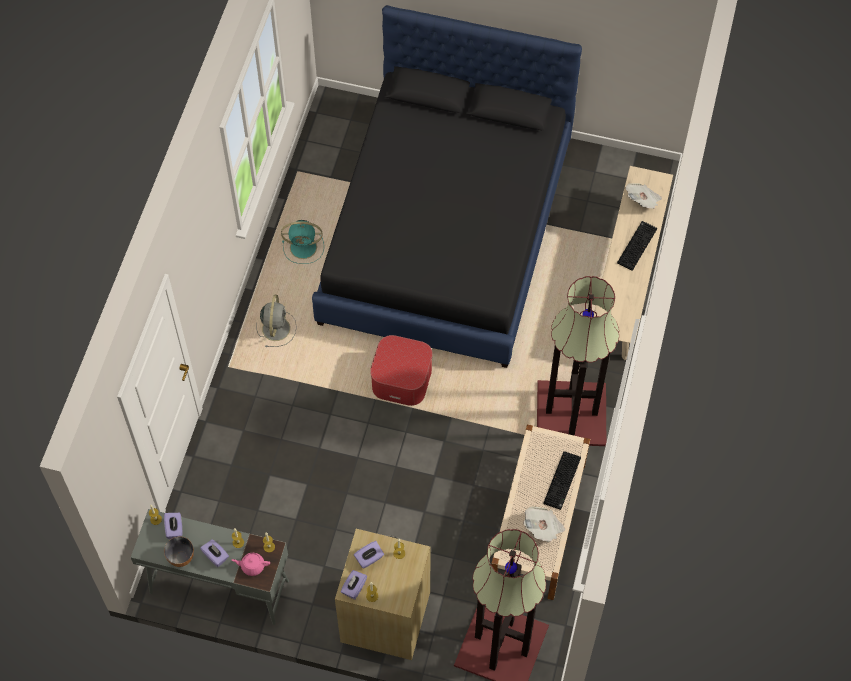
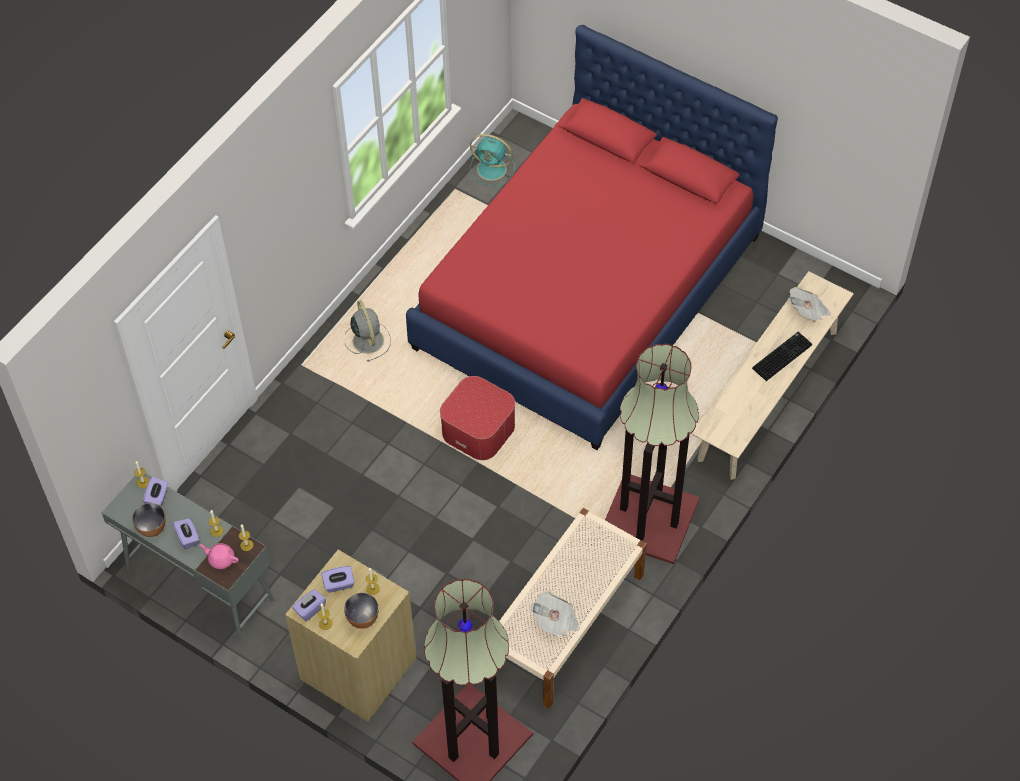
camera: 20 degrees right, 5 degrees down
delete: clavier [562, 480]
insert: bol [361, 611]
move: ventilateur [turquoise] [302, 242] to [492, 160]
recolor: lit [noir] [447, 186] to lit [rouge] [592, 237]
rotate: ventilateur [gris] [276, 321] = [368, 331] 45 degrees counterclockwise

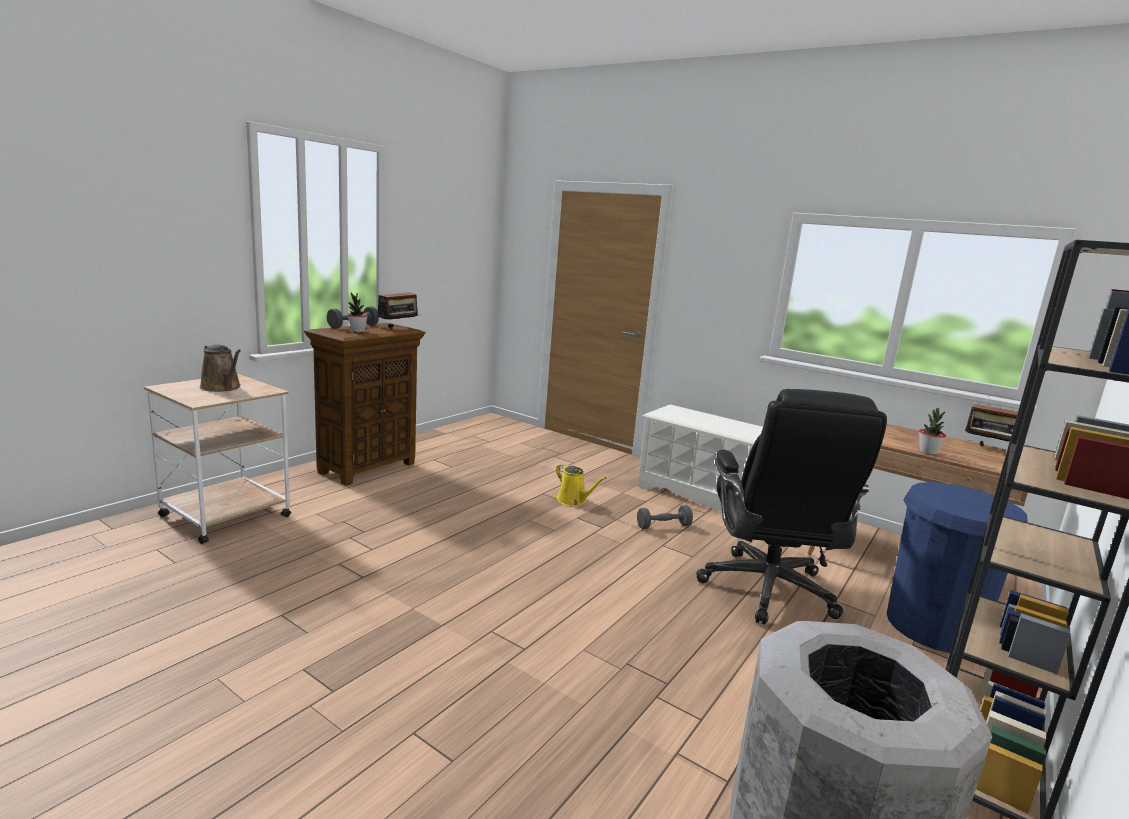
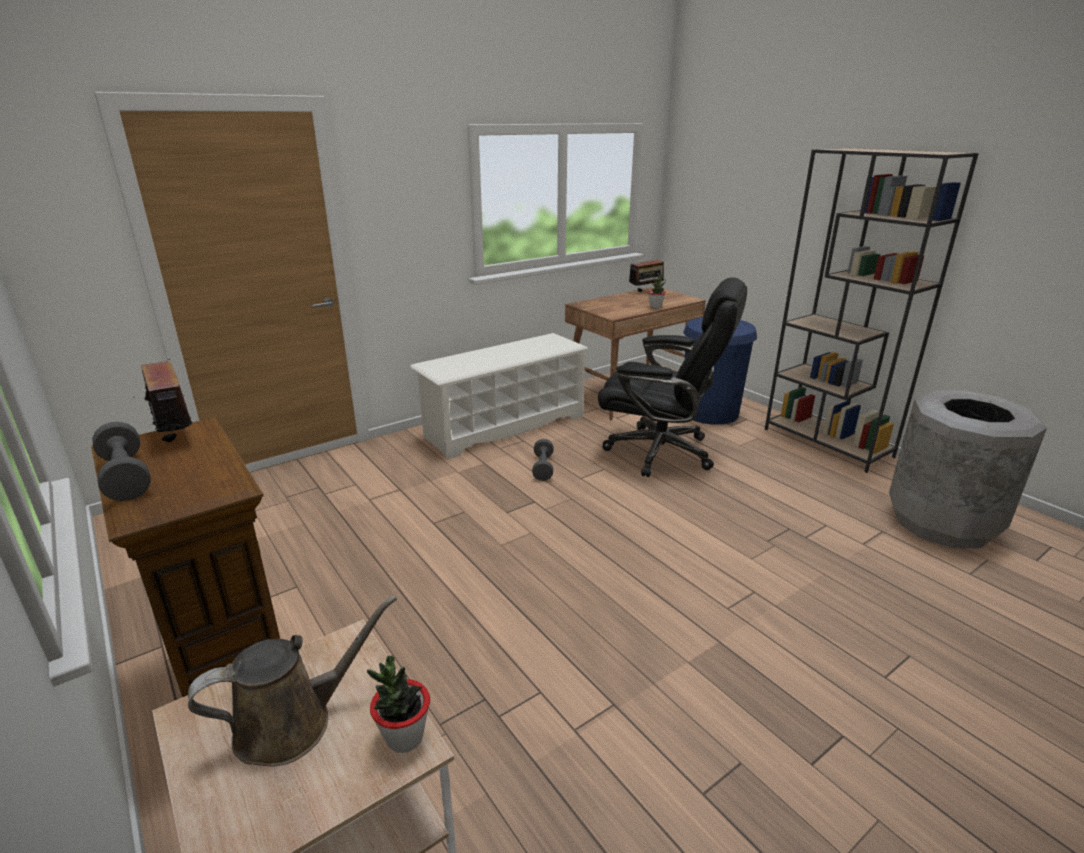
camera: 70 degrees left, 10 degrees up
delete: arrosoir [jaune] [581, 485]
move: plante en pot [357, 312] to [398, 704]

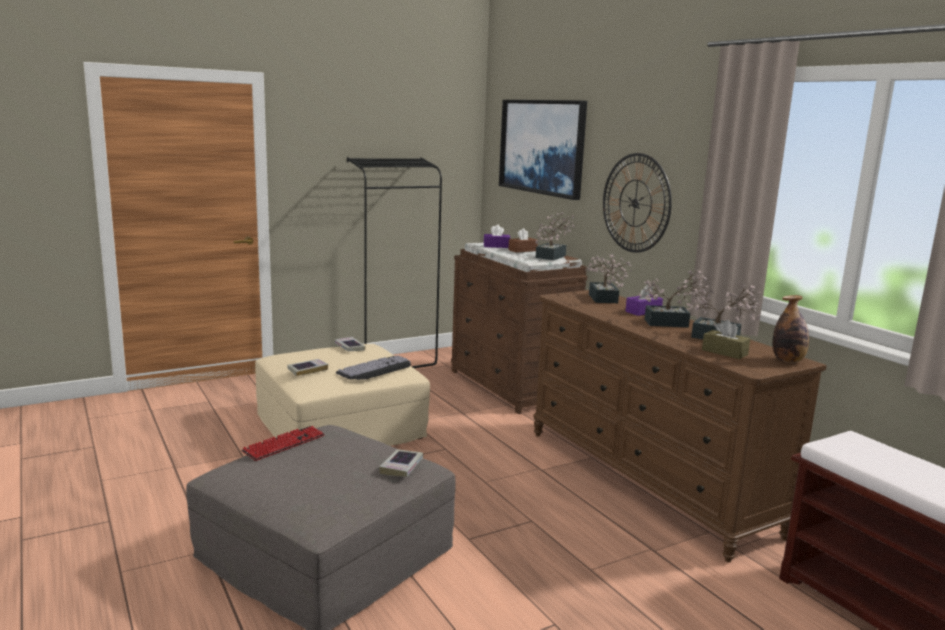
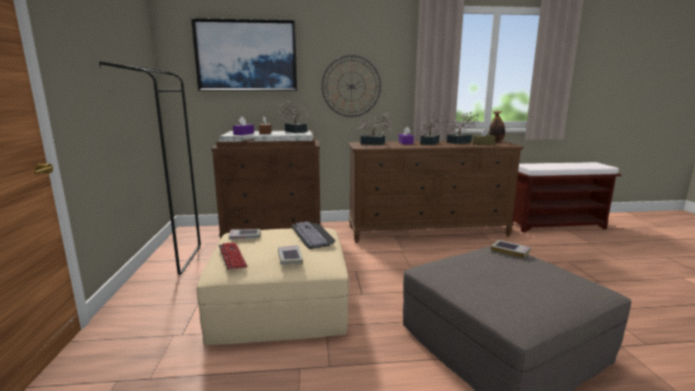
camera: 65 degrees left, 0 degrees up
move: clavier [283, 443] to [233, 255]

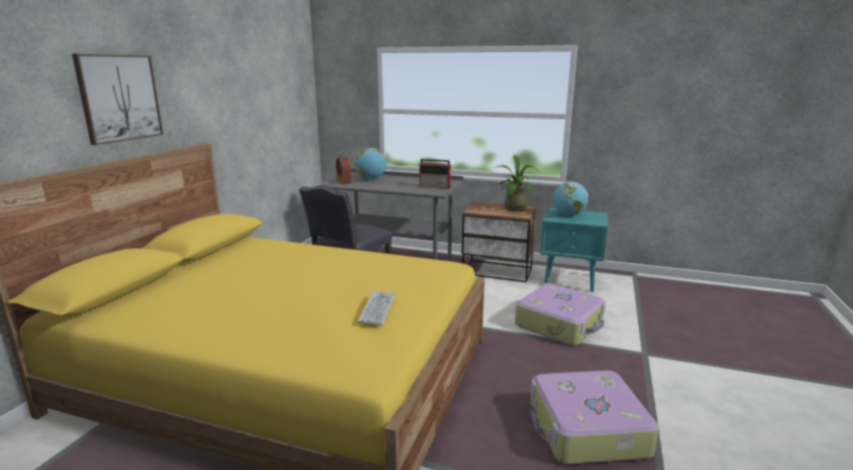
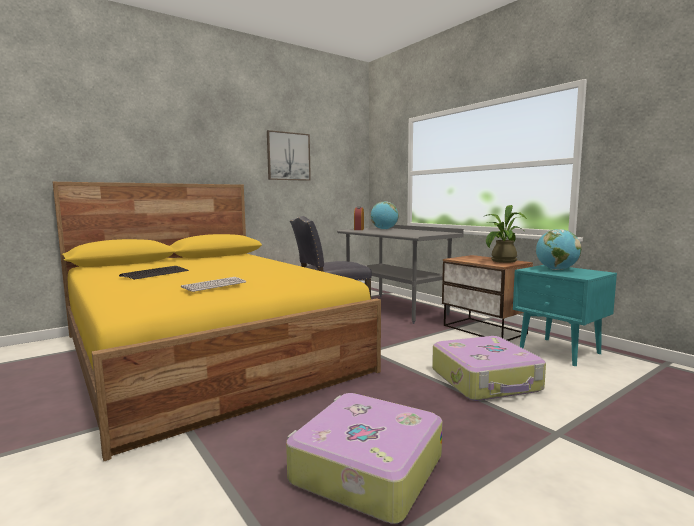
camera: 35 degrees right, 10 degrees down
delete: radio [435, 174]
insert: clavier [154, 273]
move: tableau [118, 99] to [289, 155]

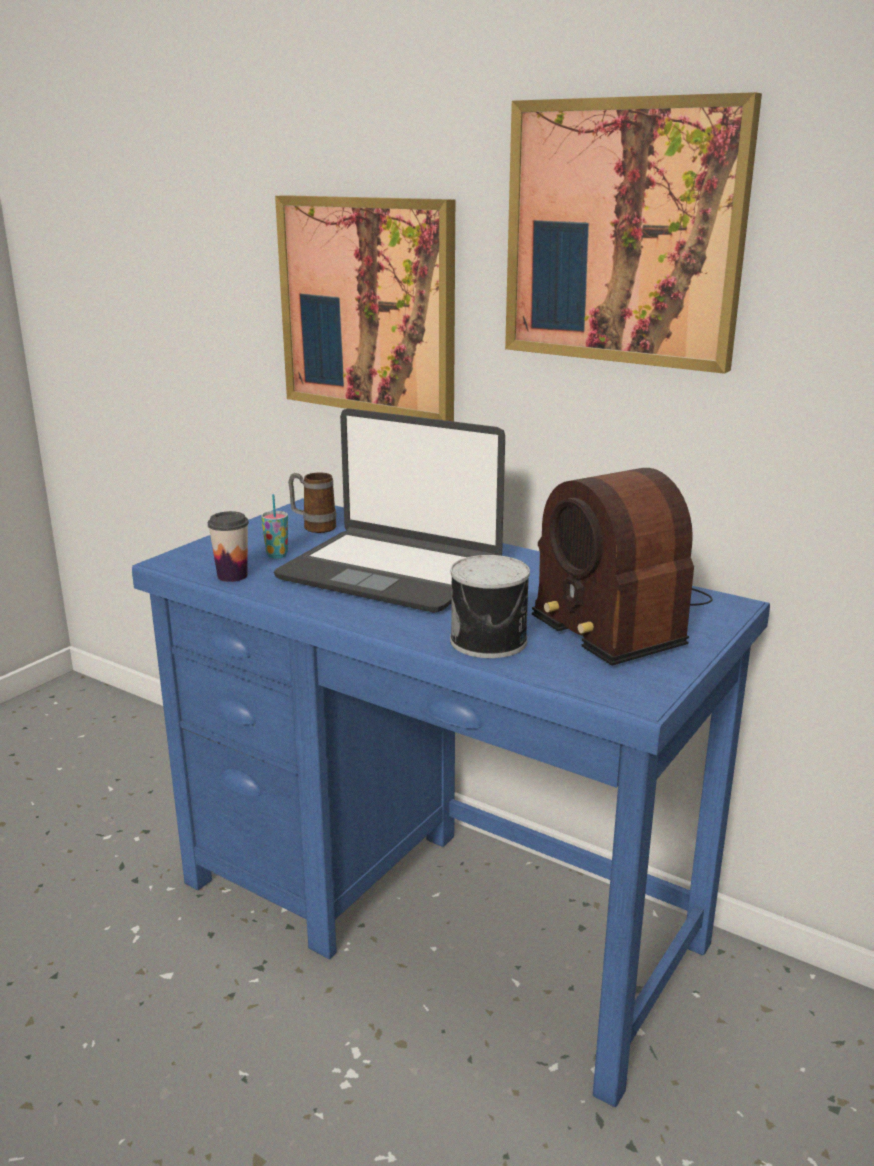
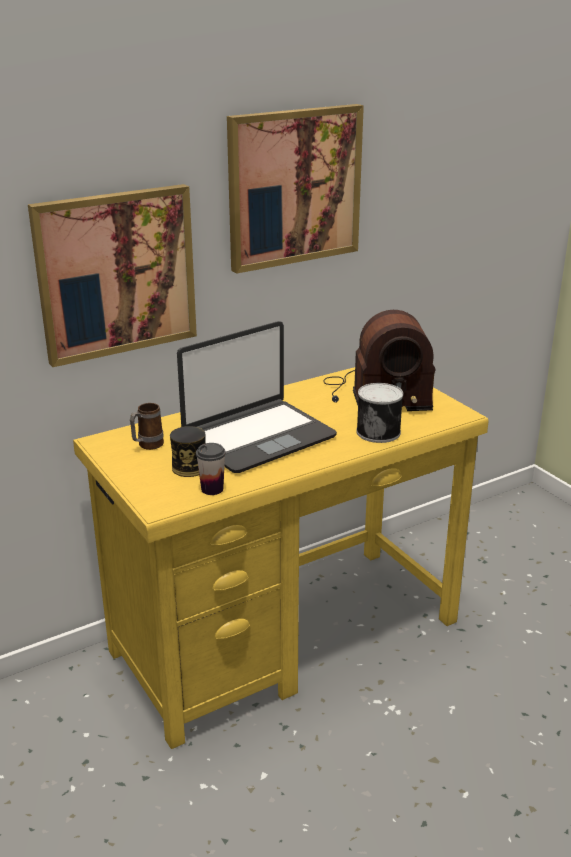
camera: 65 degrees left, 5 degrees up
replace: tasse [274, 526] to boîte métallique [188, 451]
recolor: bureau [bleu] [451, 802] to bureau [jaune] [280, 558]

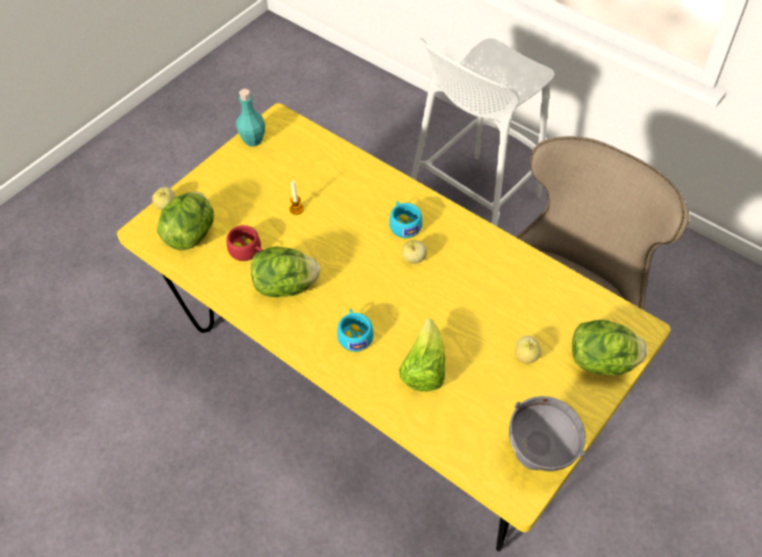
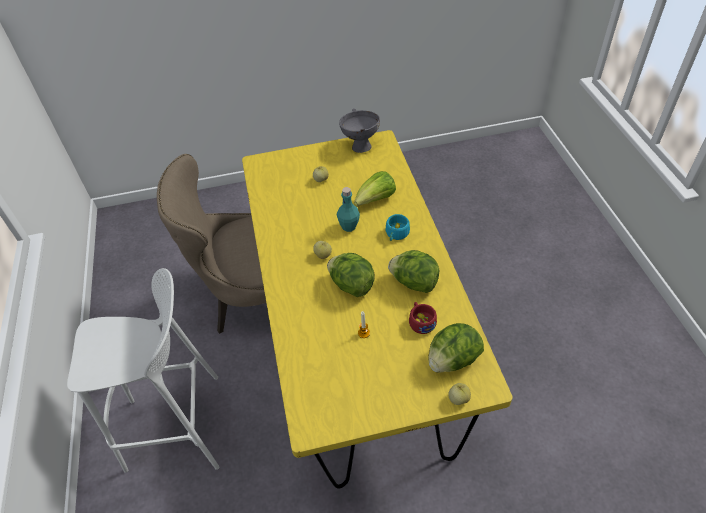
camera: 140 degrees left, 5 degrees down
delete: tasse [turquoise] [406, 219]
move: laitue [609, 347] to [351, 275]; bouteille [turquoise] [250, 118] to [348, 209]

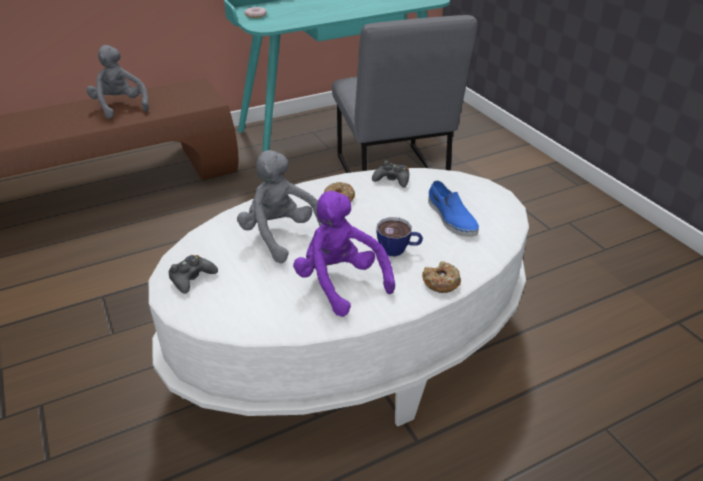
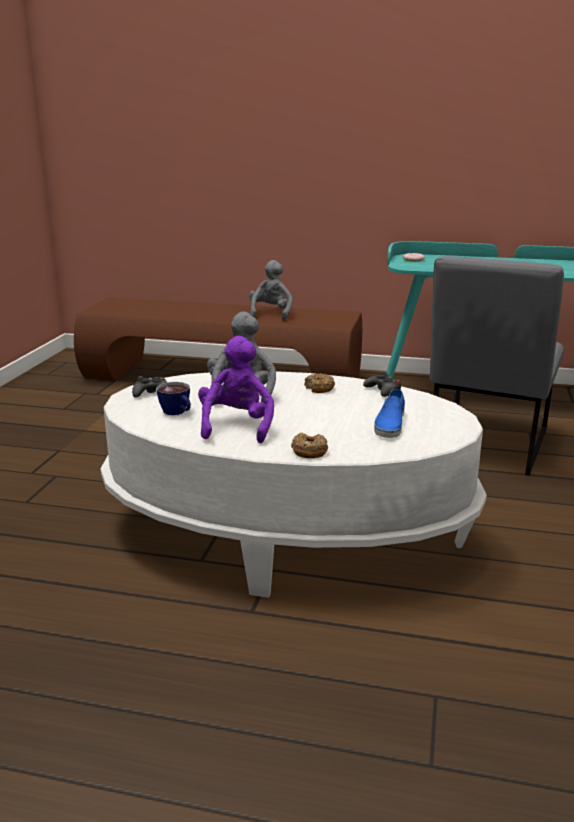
camera: 40 degrees right, 15 degrees down
move: tasse [399, 236] to [173, 398]

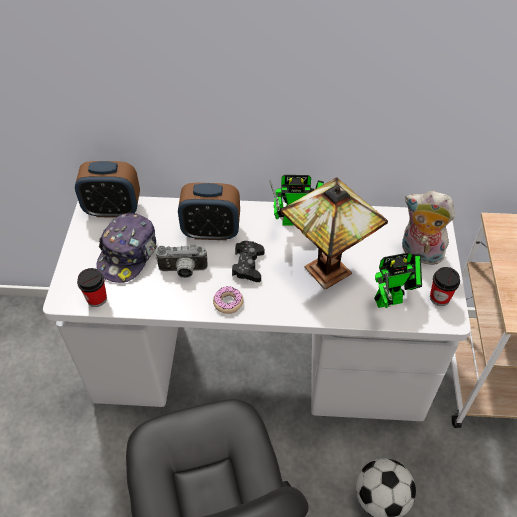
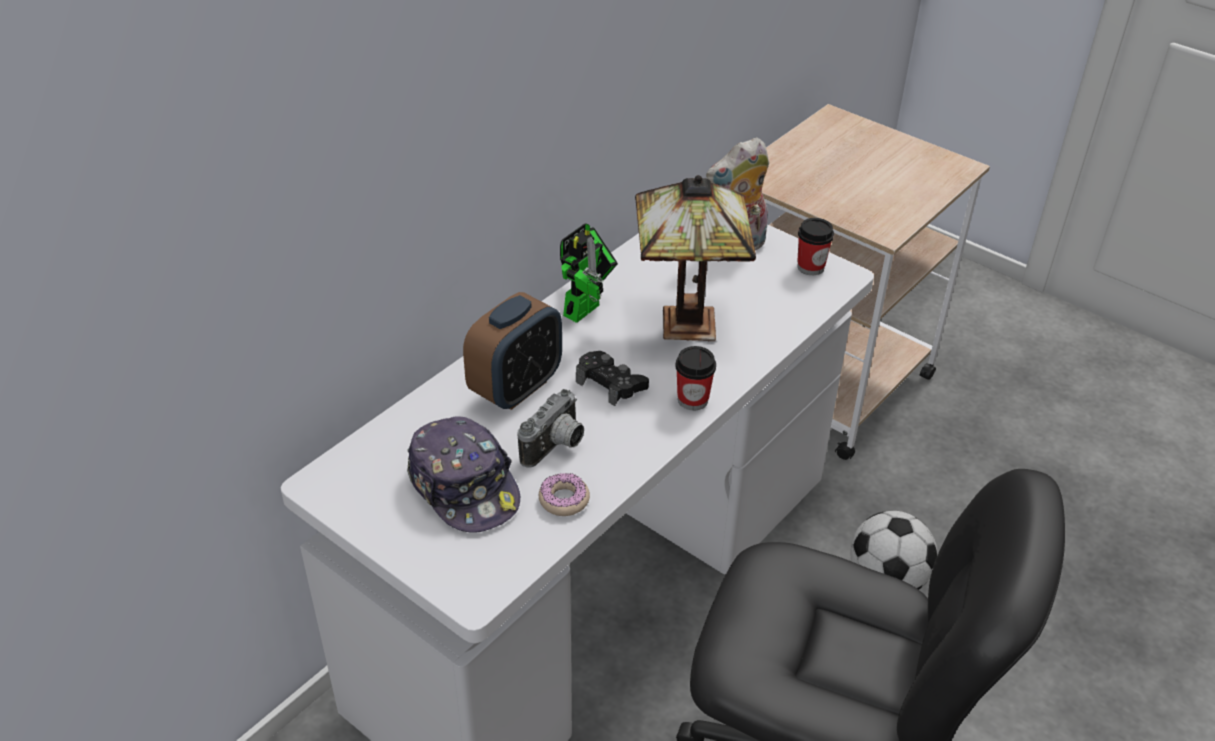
camera: 55 degrees left, 10 degrees down
delete: réveil [107, 189]; robot jouet [398, 280]
move: beignet [228, 300] to [564, 494]; tasse [92, 287] to [695, 378]

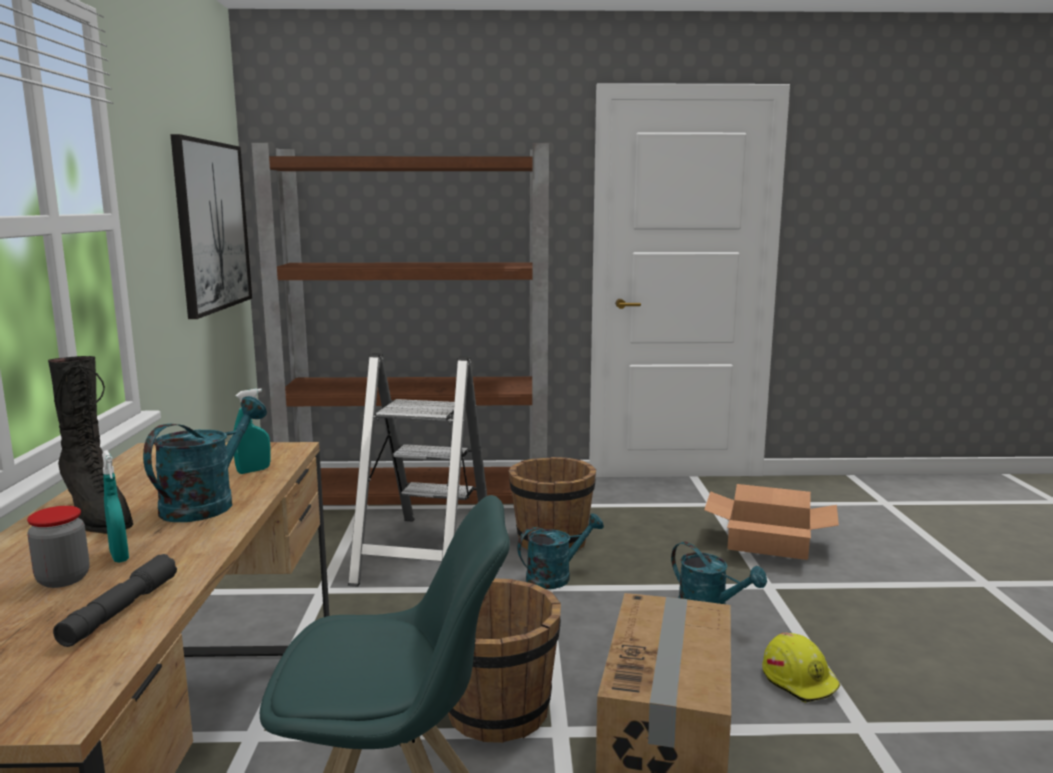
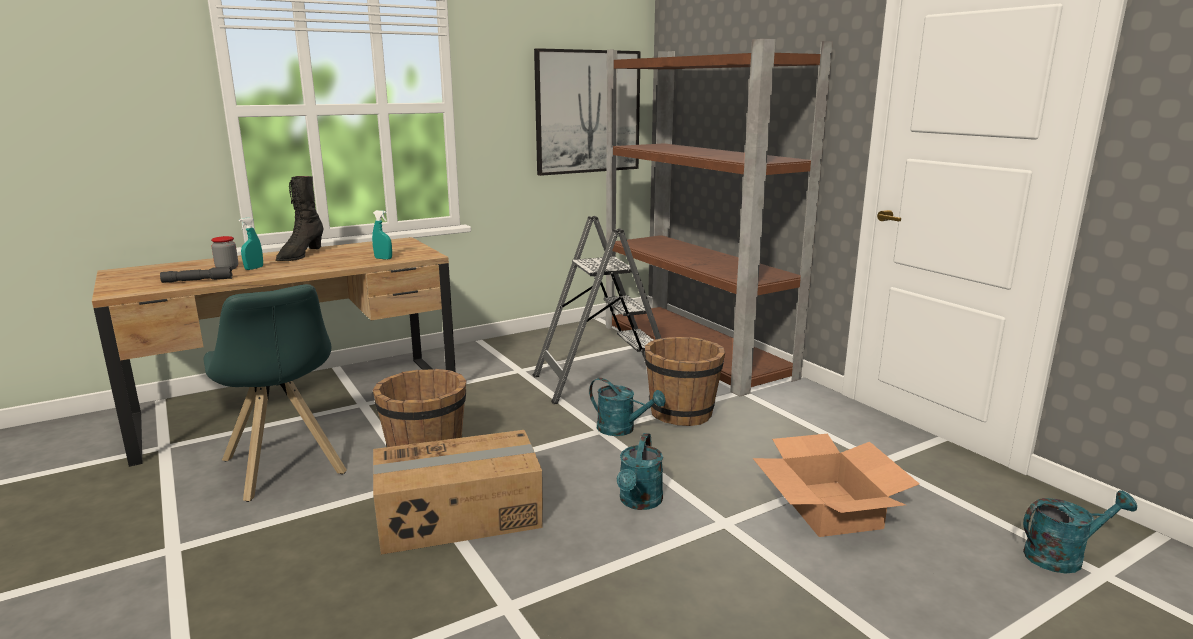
camera: 60 degrees right, 5 degrees up
delete: casque de chantier [jaune] [801, 668]
move: arrosoir [turquoise] [205, 459] to [1080, 532]

